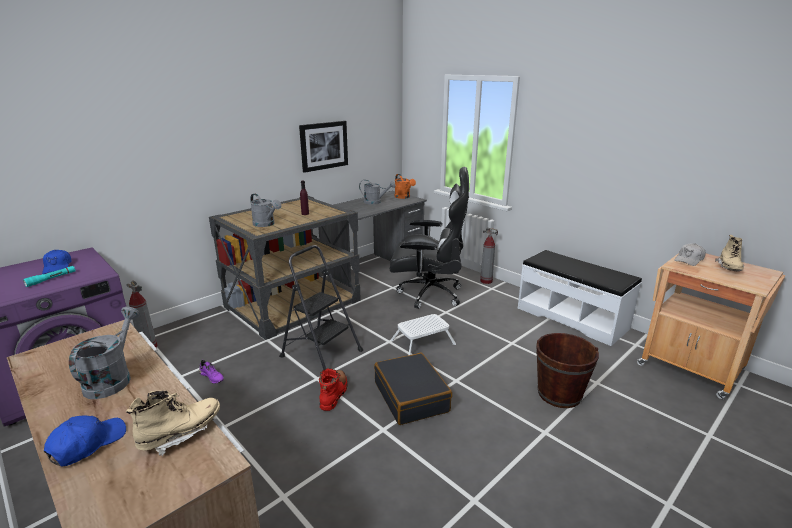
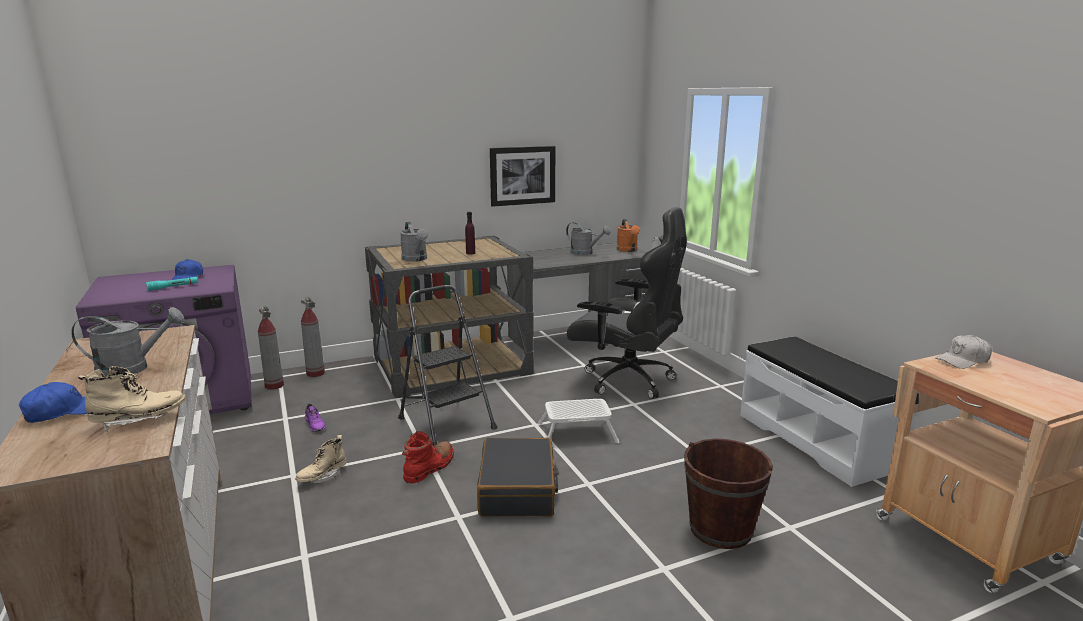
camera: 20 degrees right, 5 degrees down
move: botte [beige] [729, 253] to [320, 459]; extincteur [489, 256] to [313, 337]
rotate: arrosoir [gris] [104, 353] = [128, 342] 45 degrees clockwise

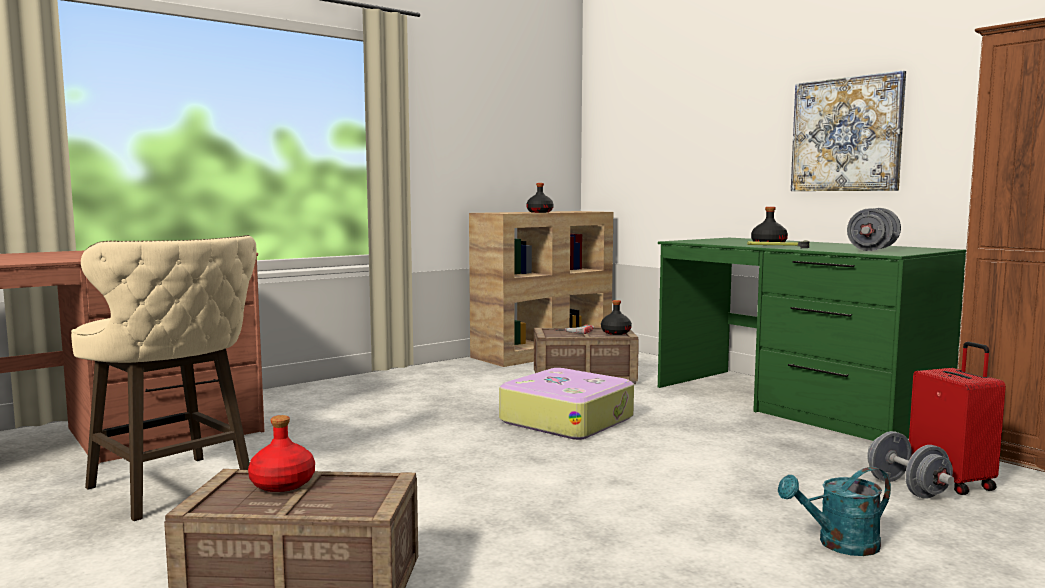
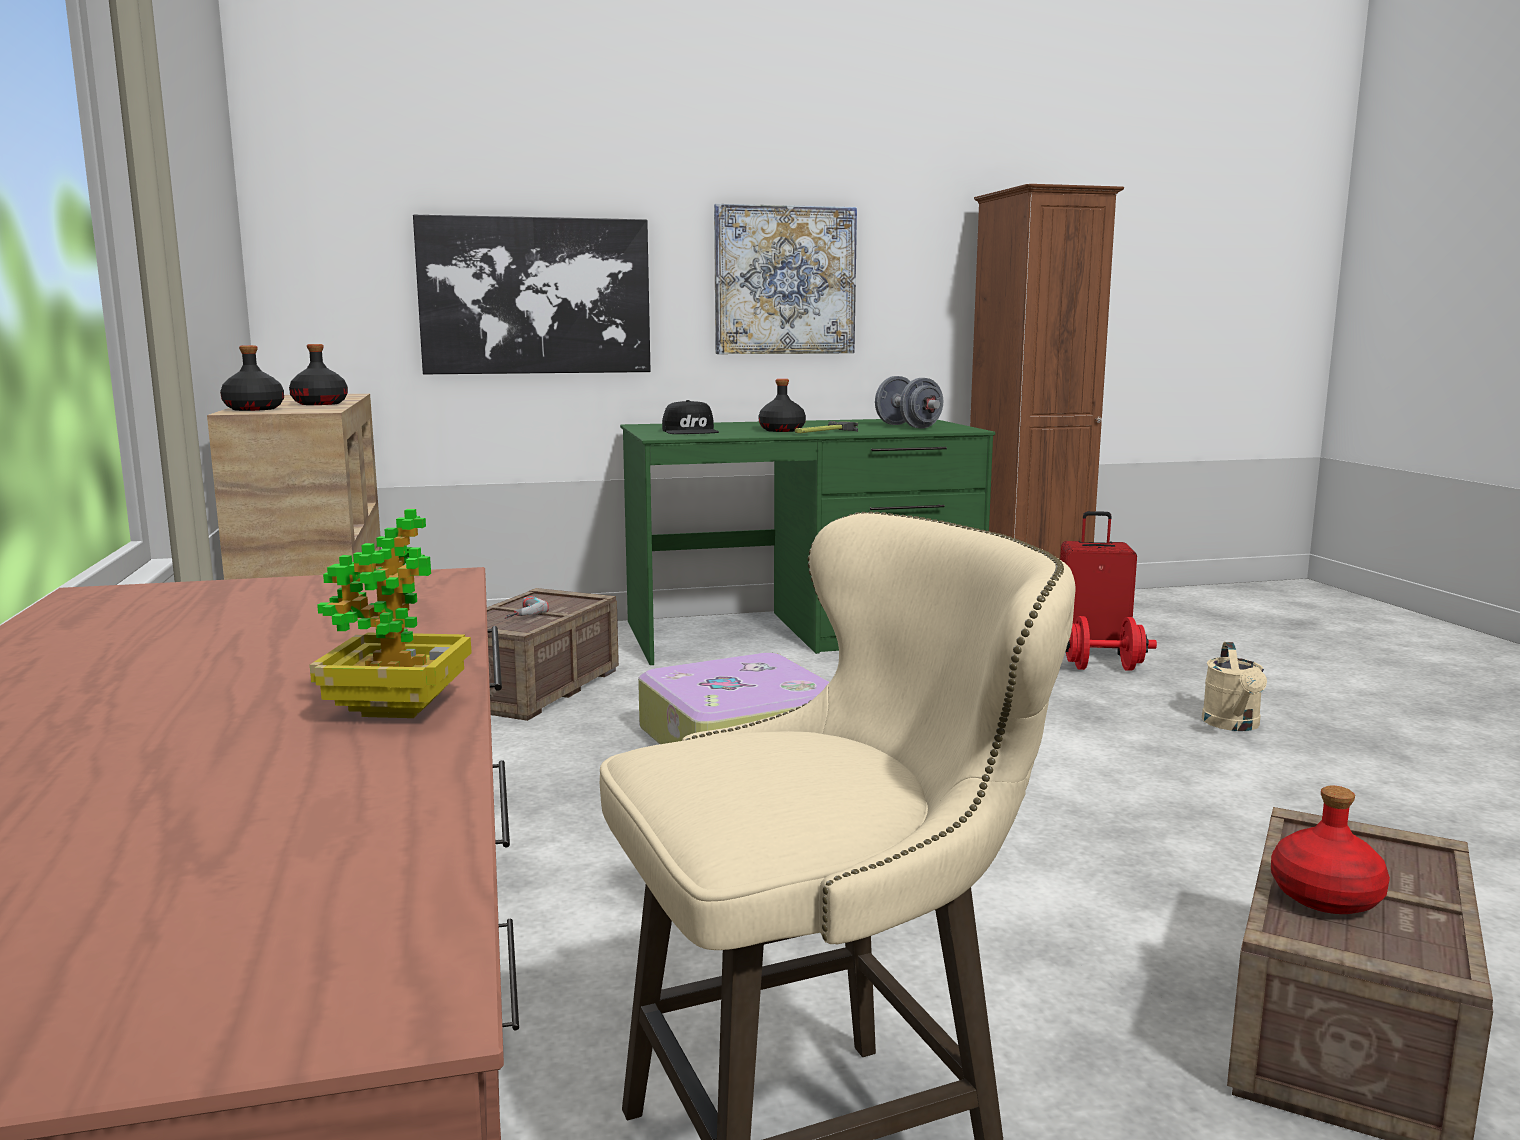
camera: 65 degrees left, 5 degrees up
insert: plante en pot [391, 613]; tableau [531, 294]; casquette [noir] [690, 417]
move: bouteille [noir] [616, 317] to [252, 378]
recolor: haltère [gris] [910, 465] to haltère [rouge] [1111, 643]; arrosoir [turquoise] [834, 511] to arrosoir [beige] [1234, 686]

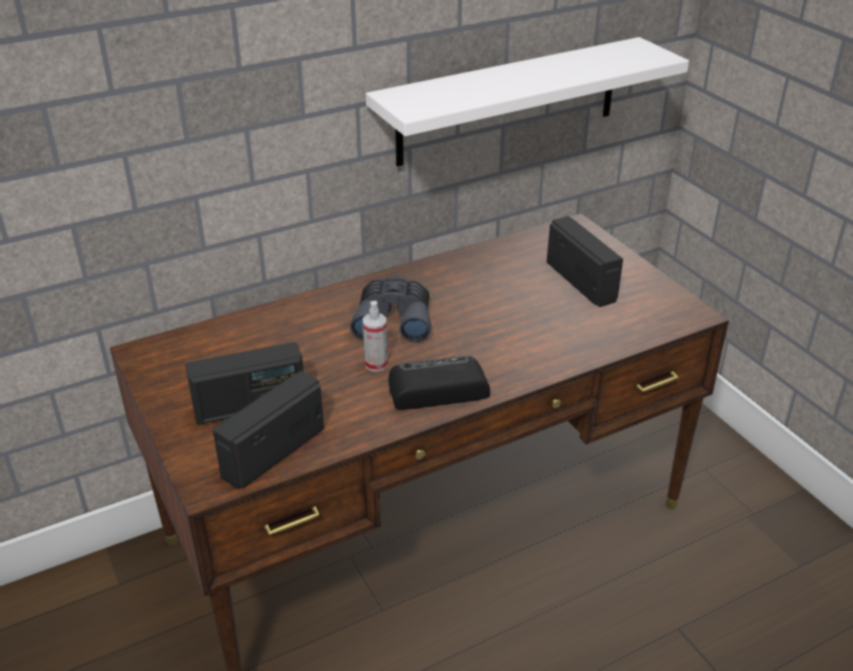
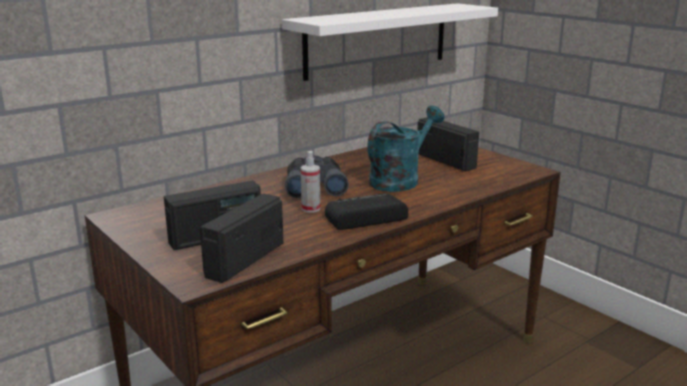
camera: 10 degrees left, 15 degrees down
insert: arrosoir [turquoise] [405, 149]

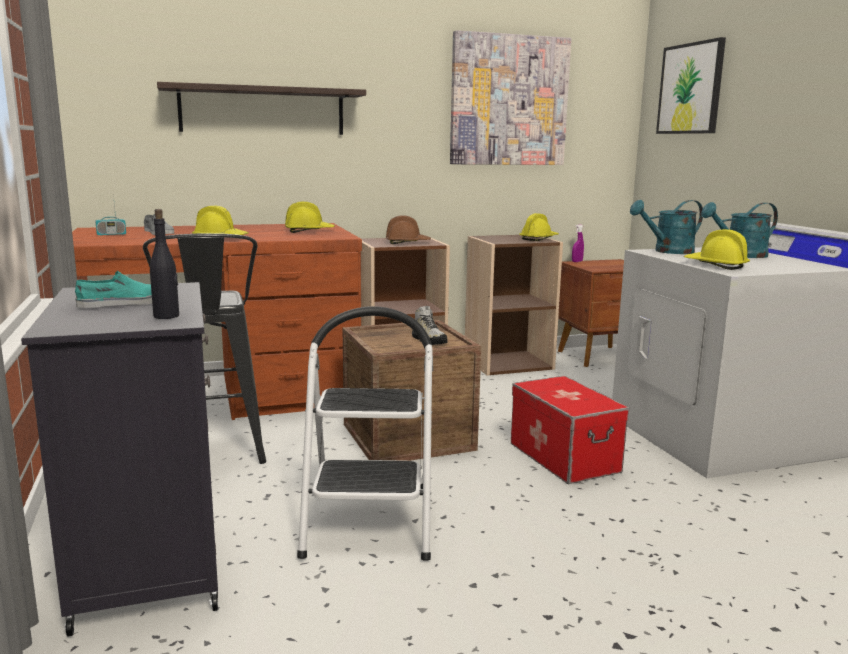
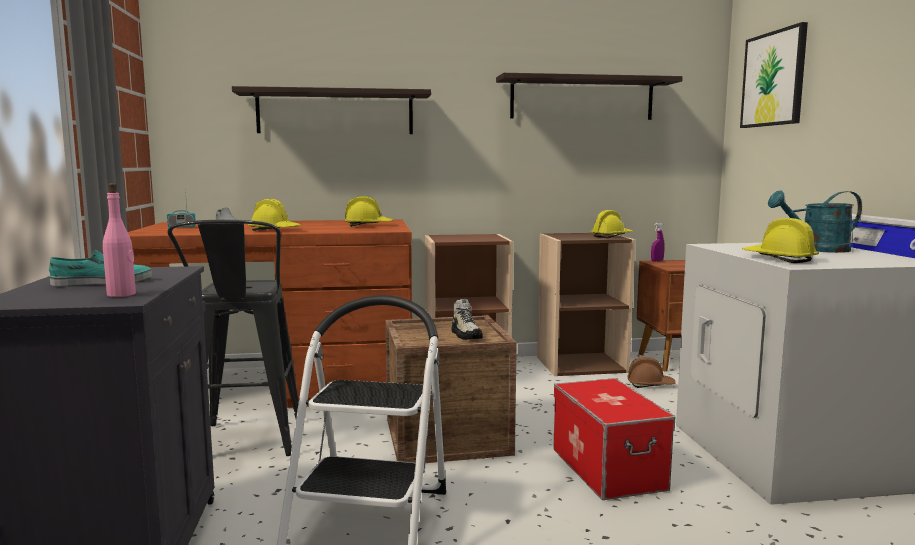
camera: 10 degrees right, 5 degrees down
delete: arrosoir [turquoise] [666, 227]
move: casque de chantier [marron] [408, 229] to [652, 372]
replace: tableau [510, 97] to étagère [589, 96]
recolor: bouteille [noir] [164, 264] to bouteille [rose] [119, 240]

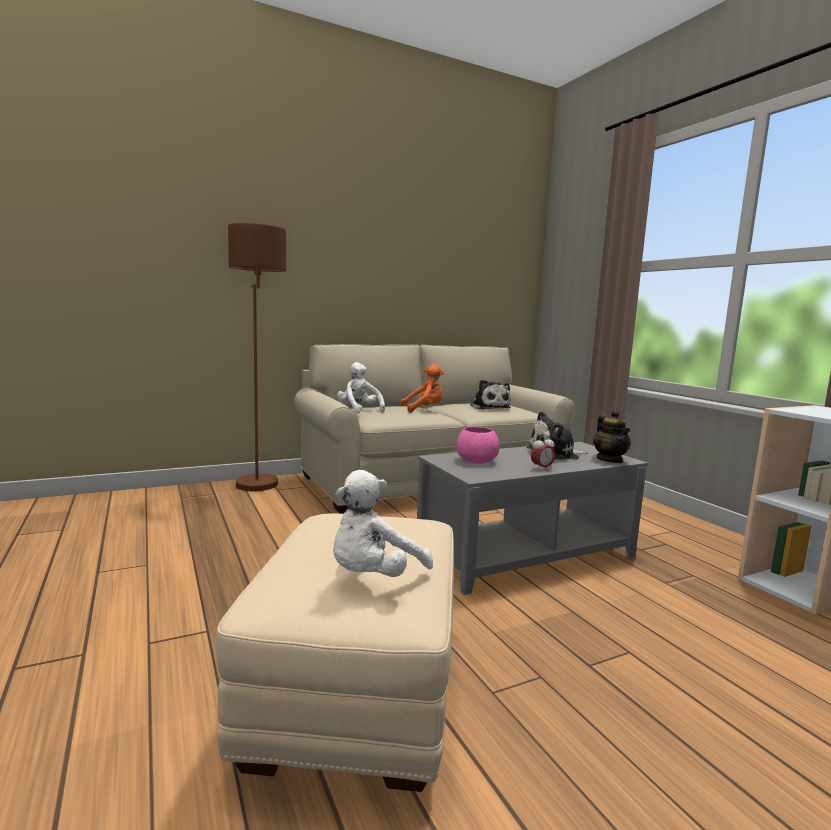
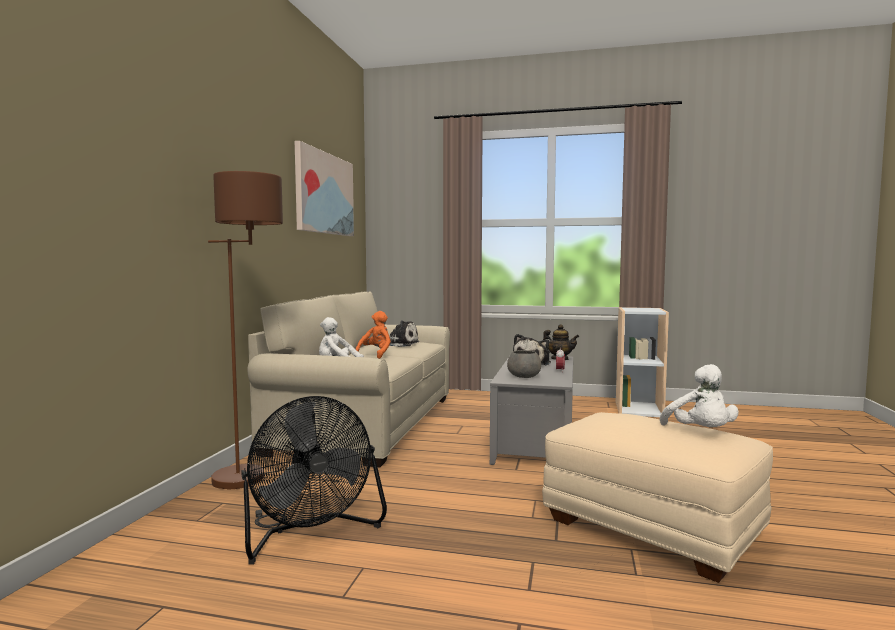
camera: 50 degrees left, 5 degrees down
insert: ventilateur [noir] [314, 480]; tableau [324, 188]
recolor: bol [rose] [477, 445] to bol [gris] [524, 364]

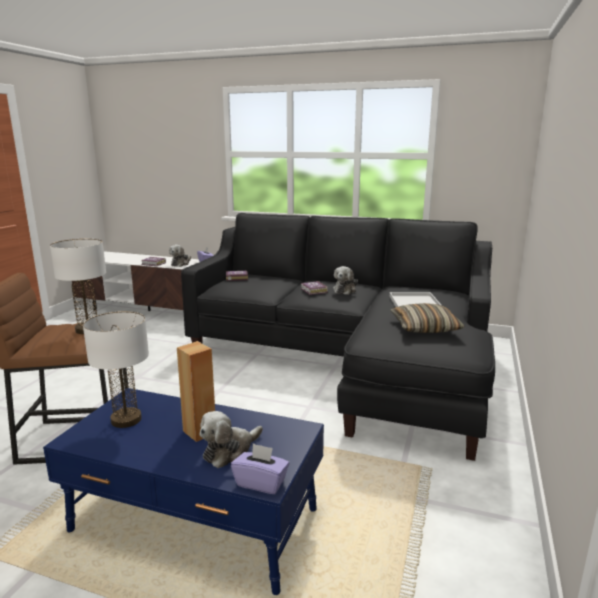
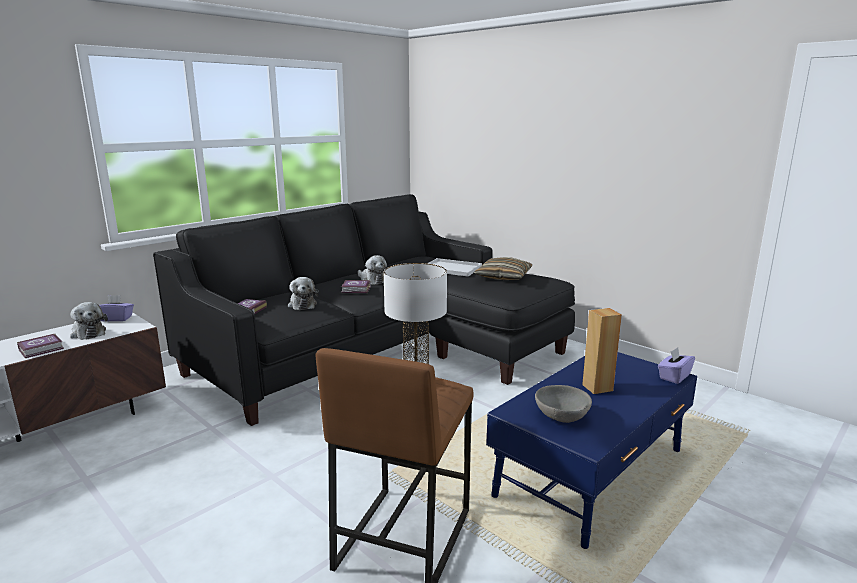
camera: 65 degrees left, 0 degrees up
move: peluche [231, 439] to [303, 293]
replace: lampe de table [116, 369] to bol [gris] [563, 404]

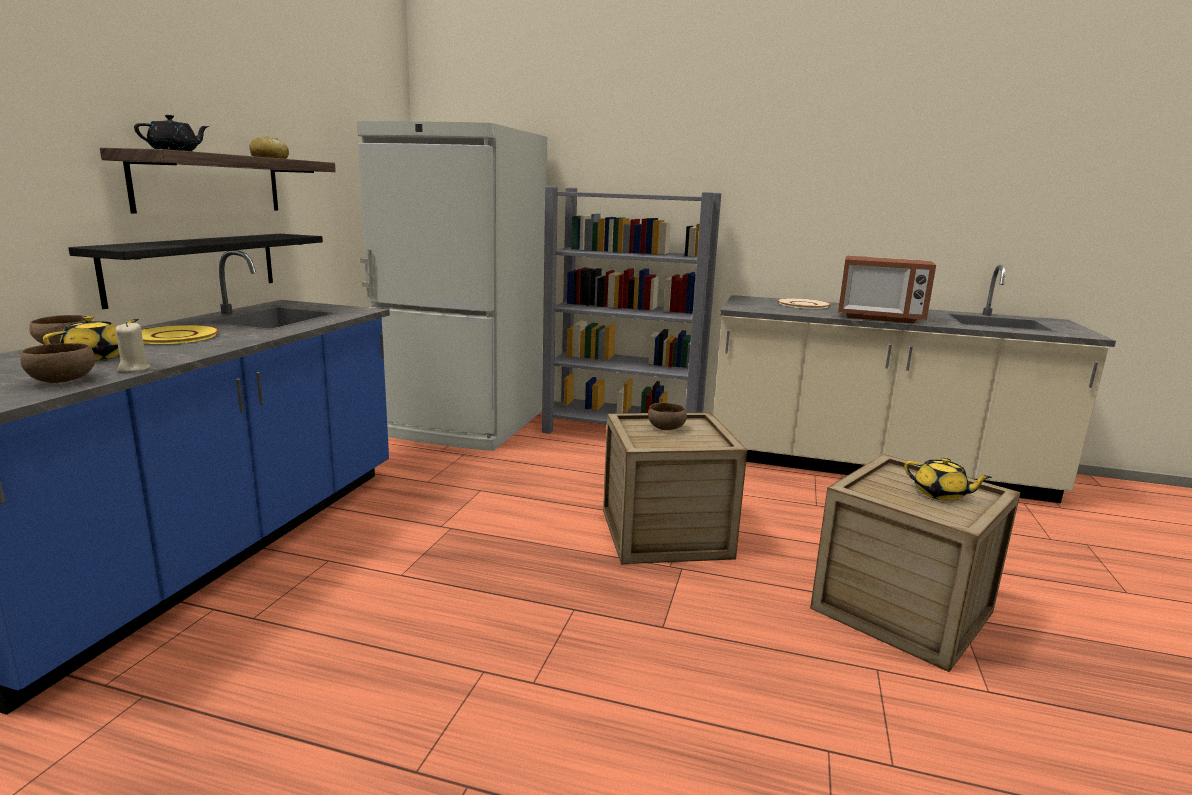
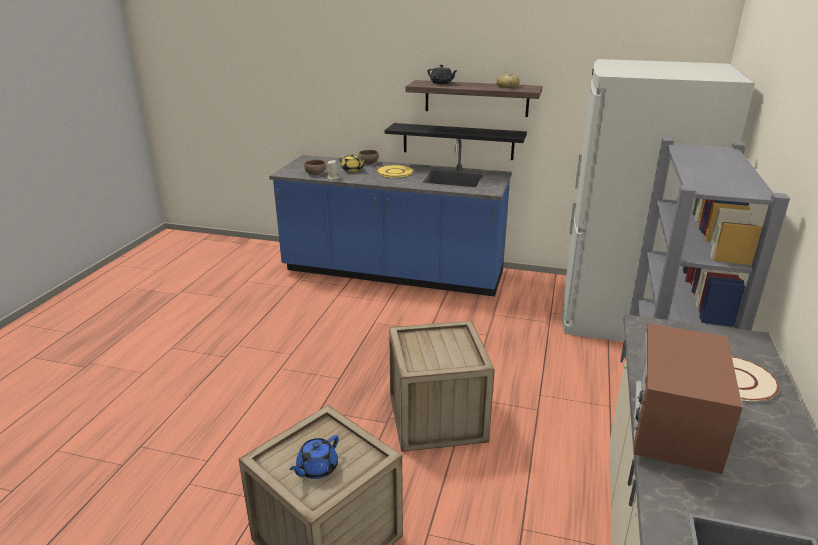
camera: 90 degrees right, 10 degrees up
delete: bol [marron] [667, 416]
recolor: théière [jaune] [948, 479] to théière [bleu] [314, 457]

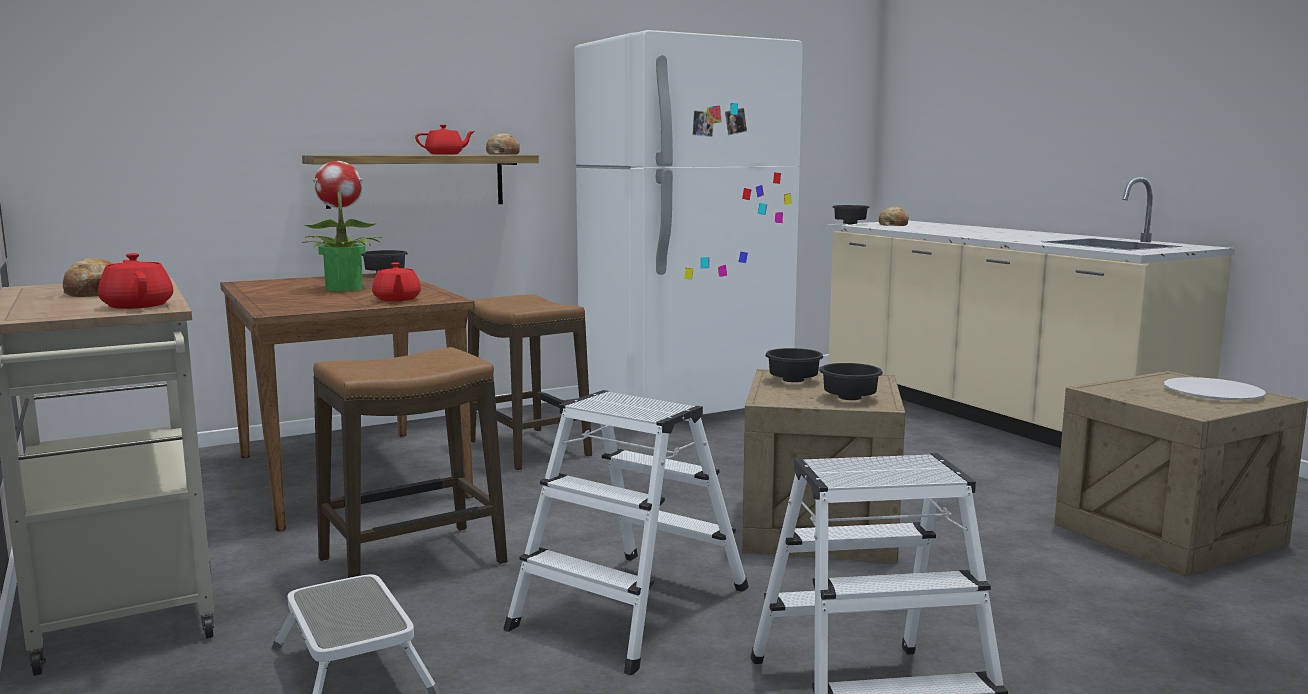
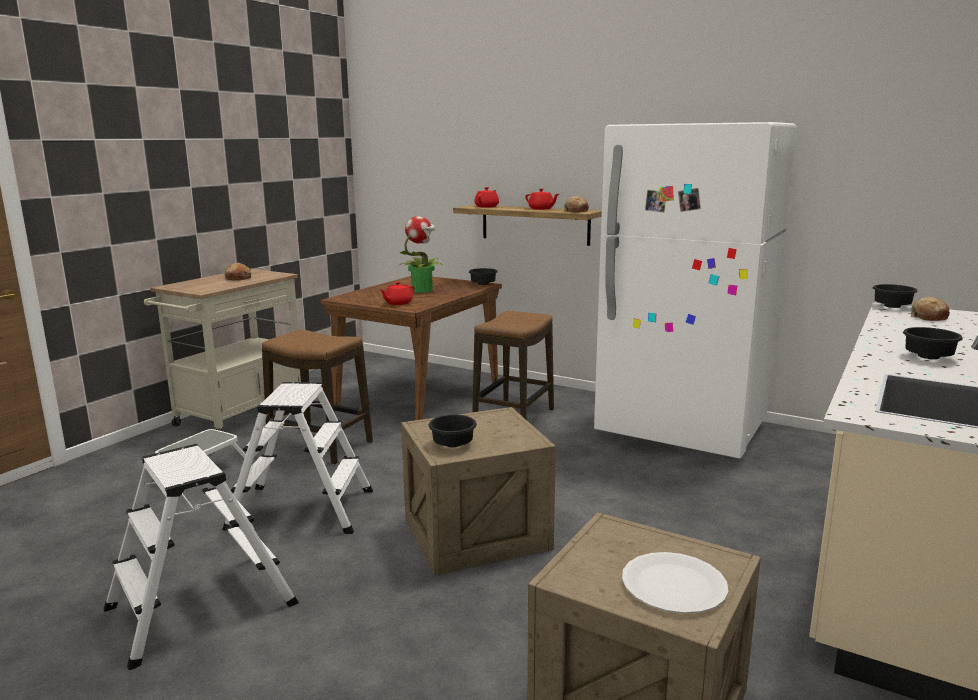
camera: 60 degrees right, 5 degrees up
move: théière [rouge] [135, 281] to [486, 197]; bol [noir] [794, 365] to [933, 343]

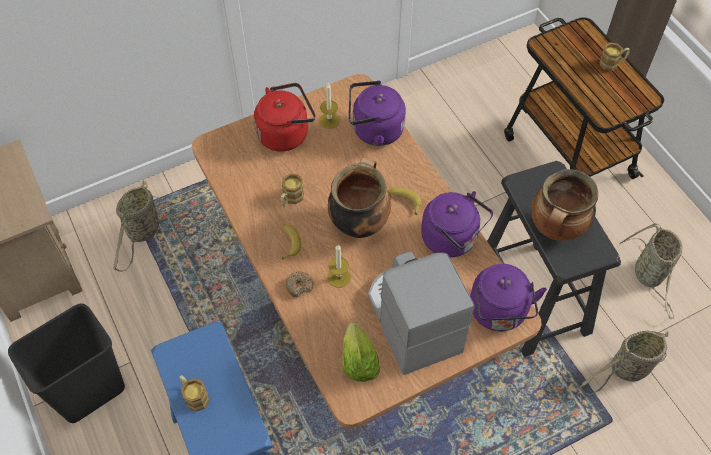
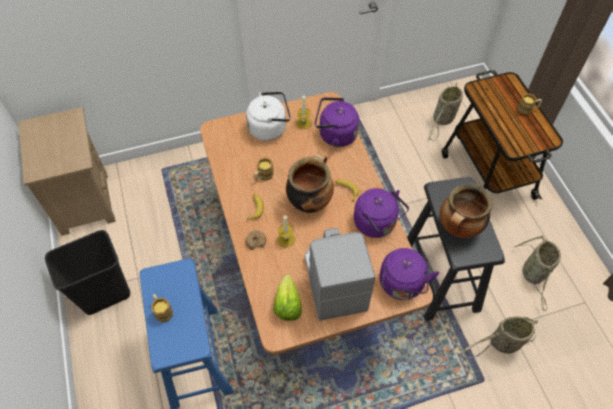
camera: 10 degrees right, 0 degrees up
move: panier [139, 226] to [446, 112]
recolor: bouilloire [rouge] [285, 117] to bouilloire [blanc] [268, 116]

